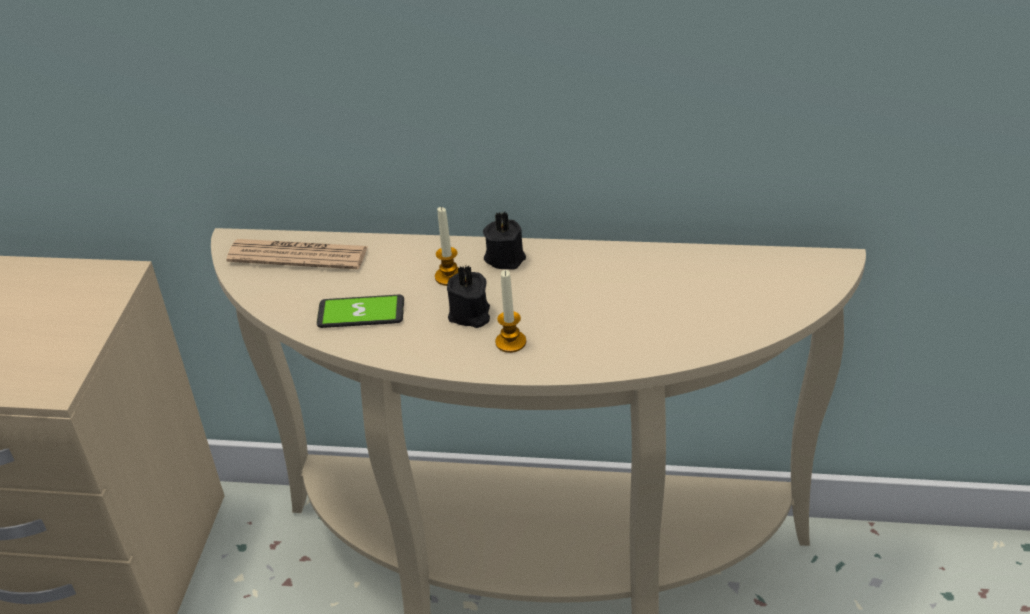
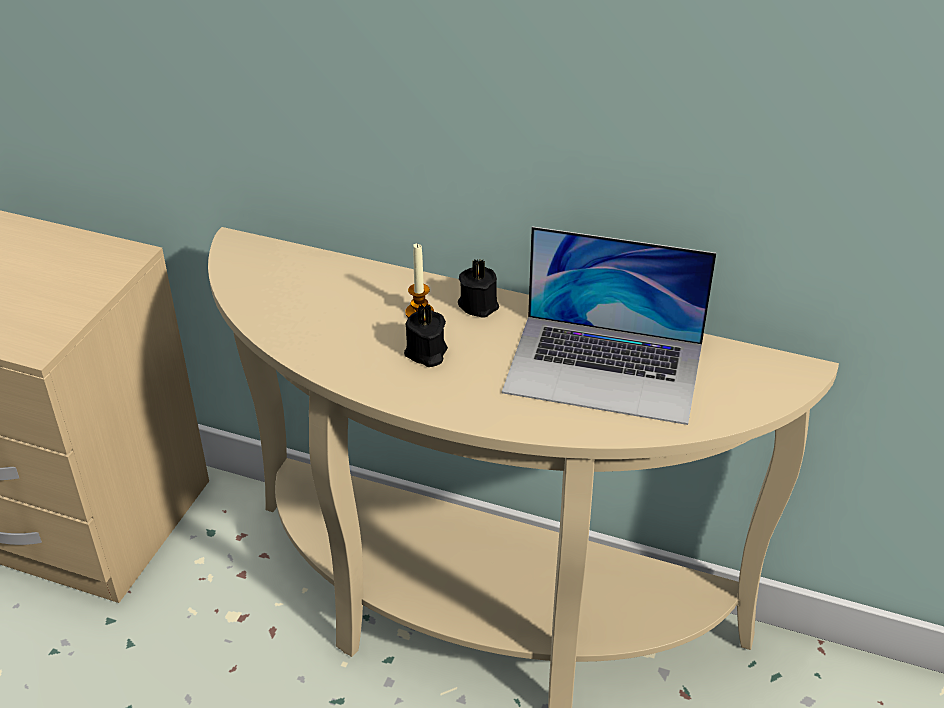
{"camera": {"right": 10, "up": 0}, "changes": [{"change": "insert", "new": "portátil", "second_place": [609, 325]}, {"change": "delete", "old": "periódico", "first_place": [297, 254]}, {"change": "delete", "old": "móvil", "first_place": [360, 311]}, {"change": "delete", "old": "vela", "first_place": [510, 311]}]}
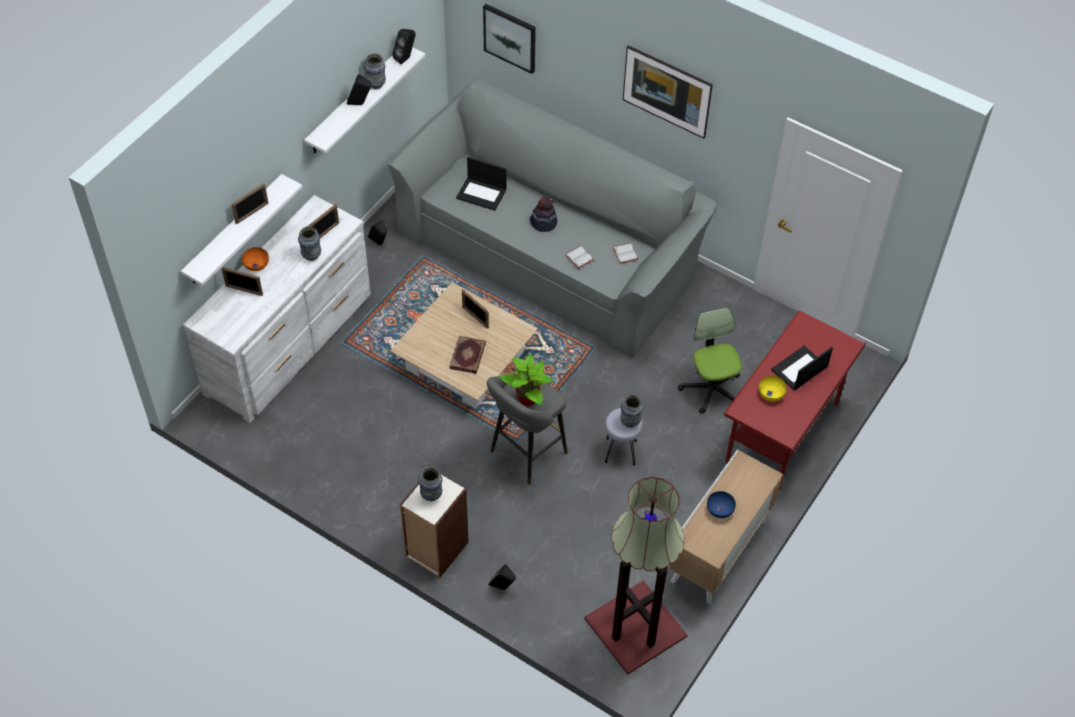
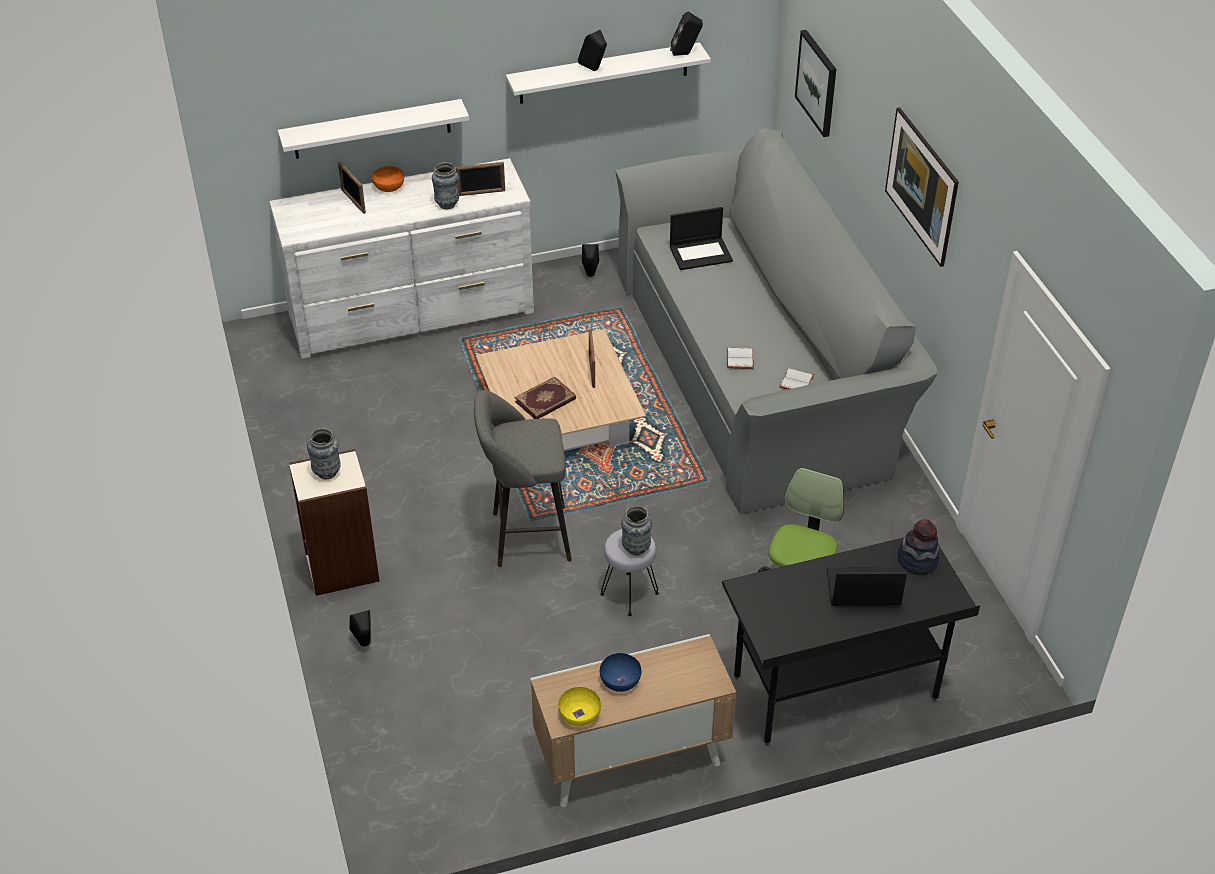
{"camera": {"right": 40, "up": -10}, "changes": [{"change": "move", "old": "cuenco/amarillo", "first_place": [773, 388], "second_place": [579, 706]}, {"change": "rotate", "old": "portátil", "first_place": [481, 184], "second_place": [701, 238], "degrees": -75}, {"change": "recolor", "old": "escritorio/rojo", "new": "escritorio/negro", "first_place": [795, 401], "second_place": [851, 641]}, {"change": "move", "old": "sombrero", "first_place": [543, 214], "second_place": [919, 547]}, {"change": "delete", "old": "portarretratos", "first_place": [249, 203]}, {"change": "delete", "old": "florero", "first_place": [375, 71]}, {"change": "delete", "old": "planta en maceta", "first_place": [526, 380]}, {"change": "delete", "old": "lámpara de pie", "first_place": [635, 576]}]}
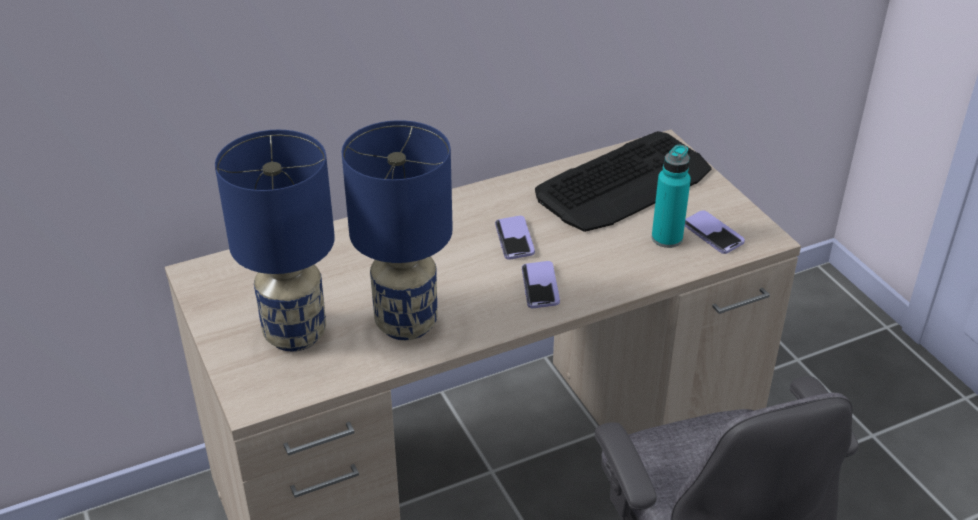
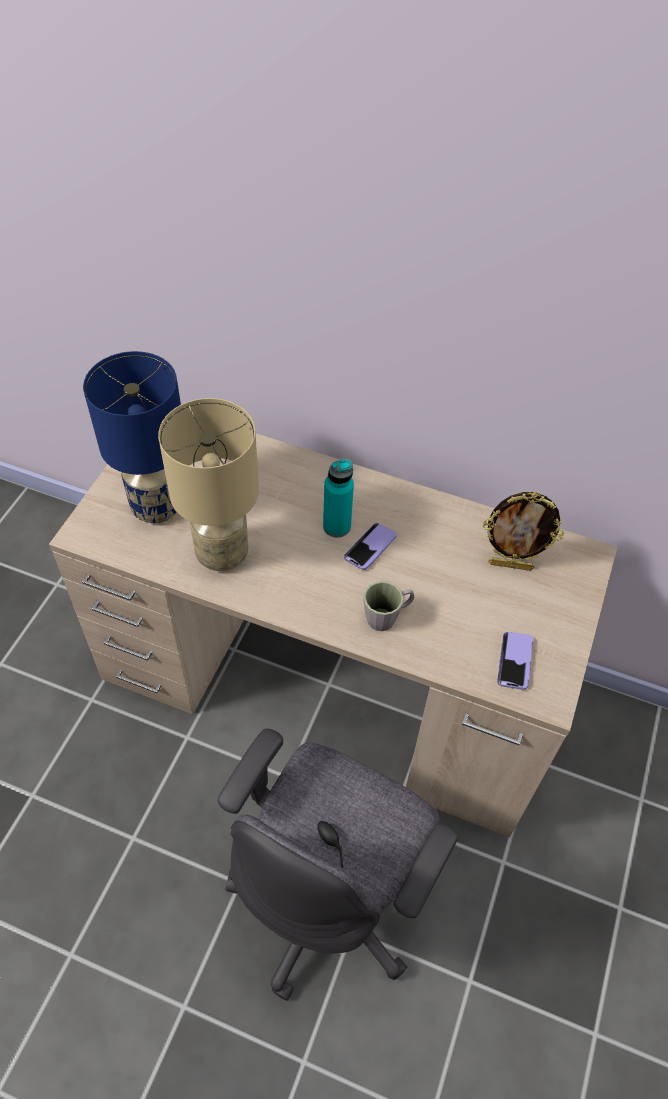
{"camera": {"right": 45, "up": 15}, "changes": [{"change": "recolor", "old": "lámpara de mesa/azul", "new": "lámpara de mesa/beis", "first_place": [397, 230], "second_place": [208, 484]}, {"change": "move", "old": "botella/turquesa", "first_place": [671, 196], "second_place": [338, 498]}, {"change": "insert", "new": "taza grande/gris", "second_place": [388, 606]}, {"change": "replace", "old": "teclado", "new": "portarretratos", "first_place": [623, 181], "second_place": [523, 531]}, {"change": "delete", "old": "móvil", "first_place": [541, 284]}]}
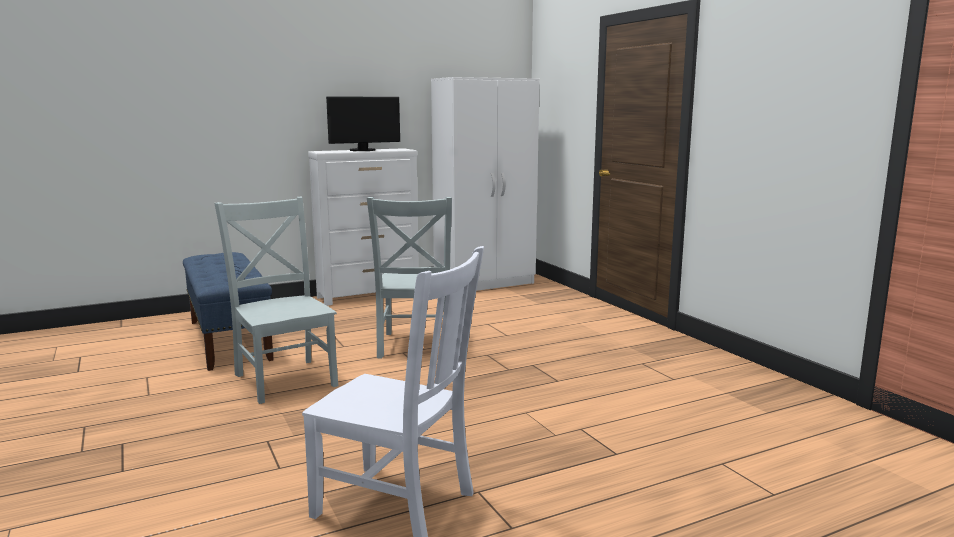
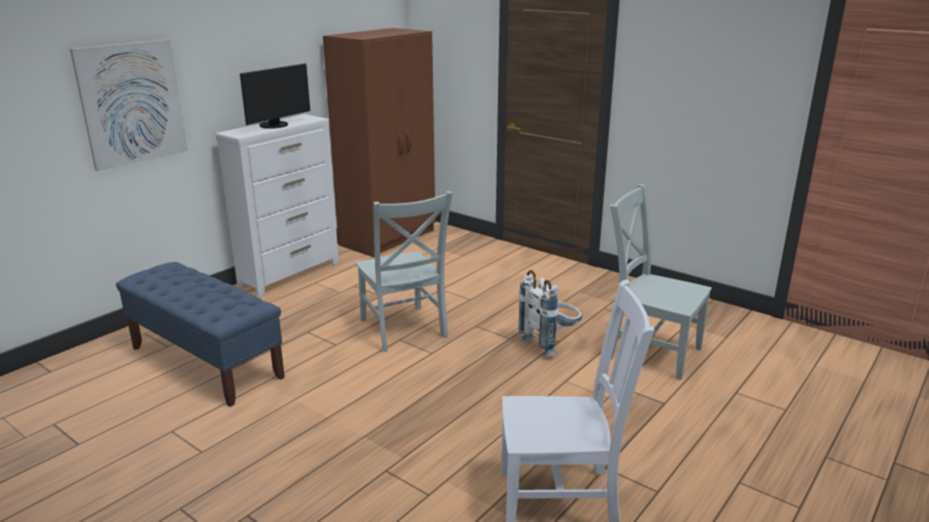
{"camera": {"right": -25, "up": 10}, "changes": [{"change": "insert", "new": "cuadro", "second_place": [129, 105]}, {"change": "recolor", "old": "armario ropero/blanco", "new": "armario ropero/marrón", "first_place": [485, 184], "second_place": [379, 142]}, {"change": "insert", "new": "mochila/blanco", "second_place": [550, 313]}, {"change": "move", "old": "silla/gris", "first_place": [276, 300], "second_place": [661, 282]}]}
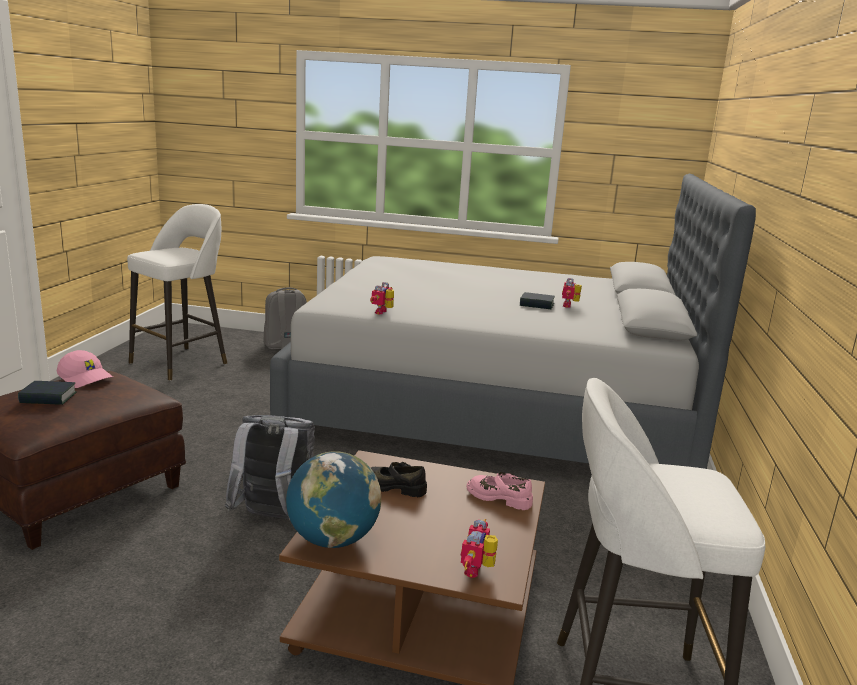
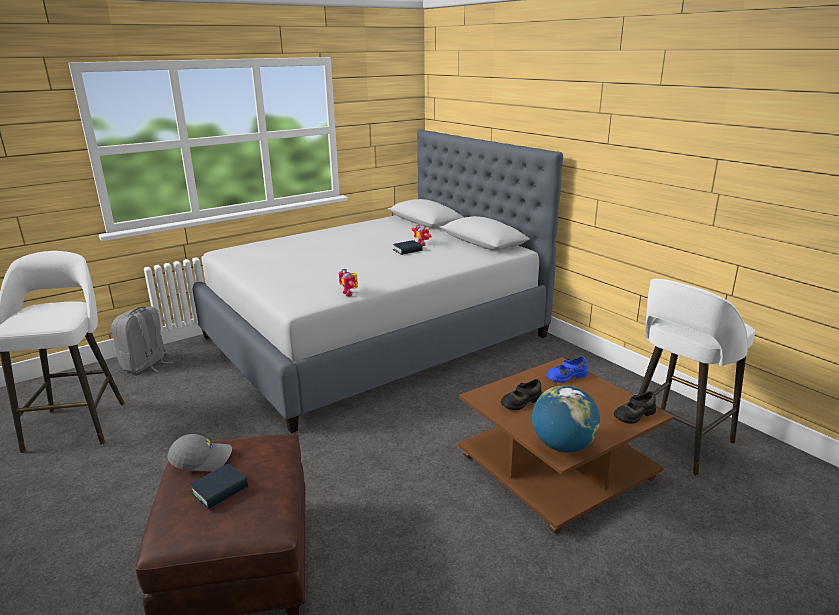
{"camera": {"right": -45, "up": 5}, "changes": [{"change": "recolor", "old": "gorra/rosa", "new": "gorra/gris", "first_place": [85, 369], "second_place": [200, 453]}, {"change": "recolor", "old": "zapato/rosa", "new": "zapato/azul", "first_place": [500, 491], "second_place": [567, 370]}, {"change": "replace", "old": "robot de juguete", "new": "zapato/negro", "first_place": [479, 548], "second_place": [635, 407]}, {"change": "delete", "old": "mochila/gris", "first_place": [269, 467]}]}
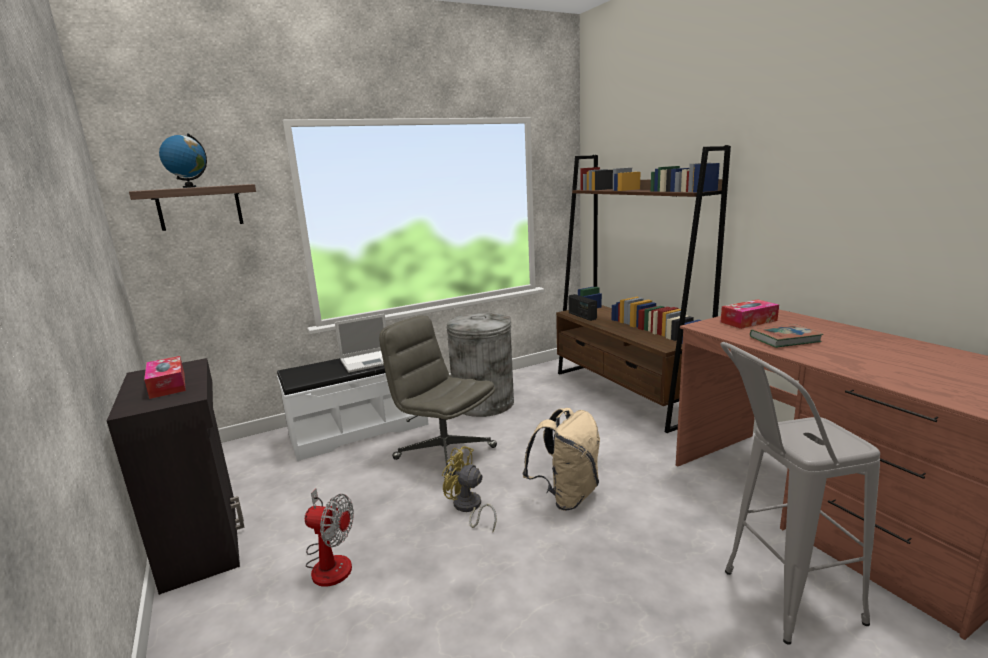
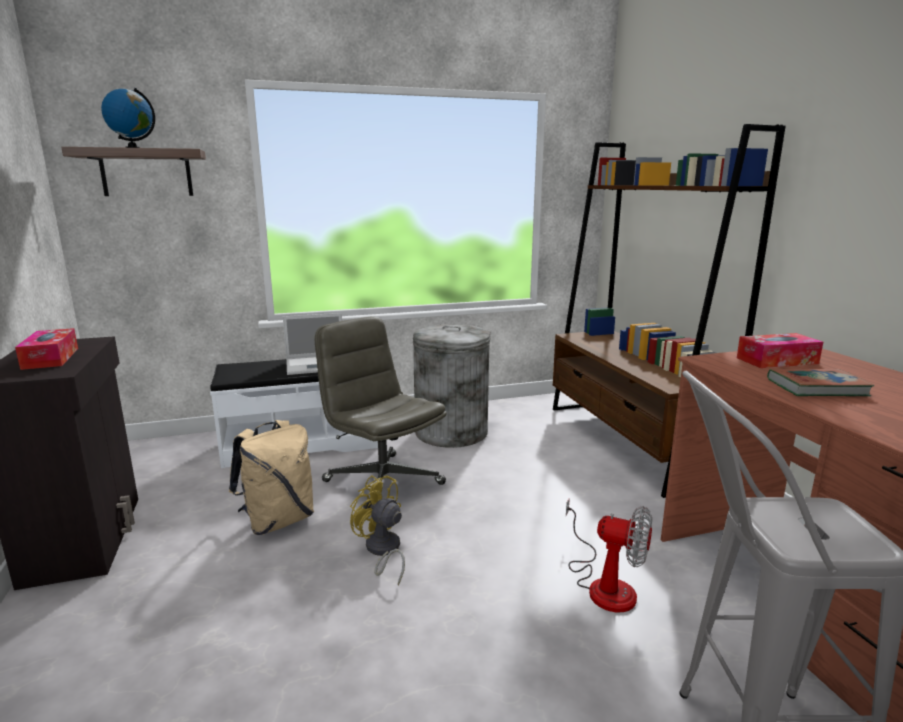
{"camera": {"right": 10, "up": 0}, "changes": [{"change": "move", "old": "mochila/beis", "first_place": [561, 459], "second_place": [271, 477]}, {"change": "move", "old": "ventilador", "first_place": [329, 538], "second_place": [609, 555]}, {"change": "delete", "old": "radio", "first_place": [583, 307]}]}
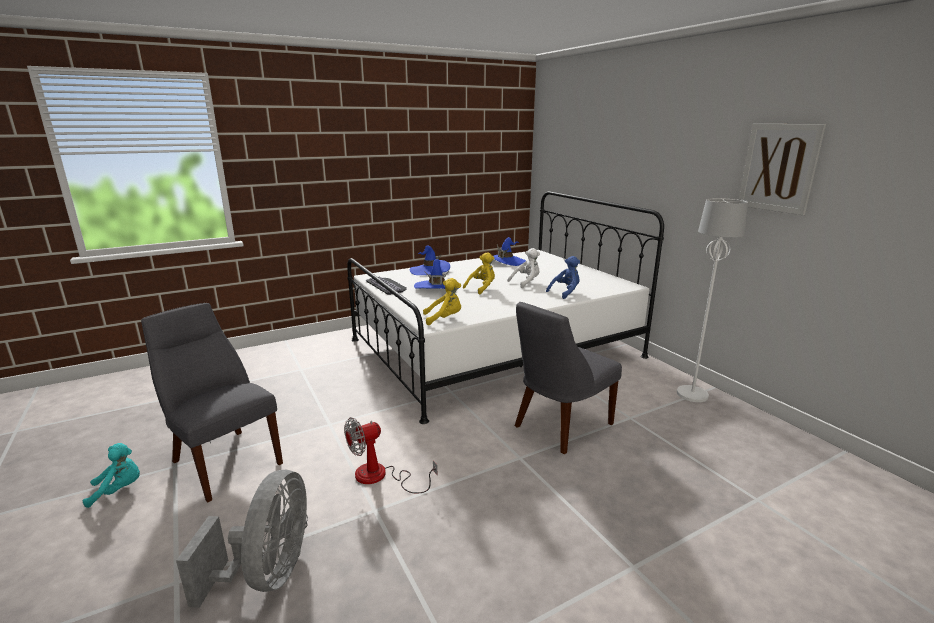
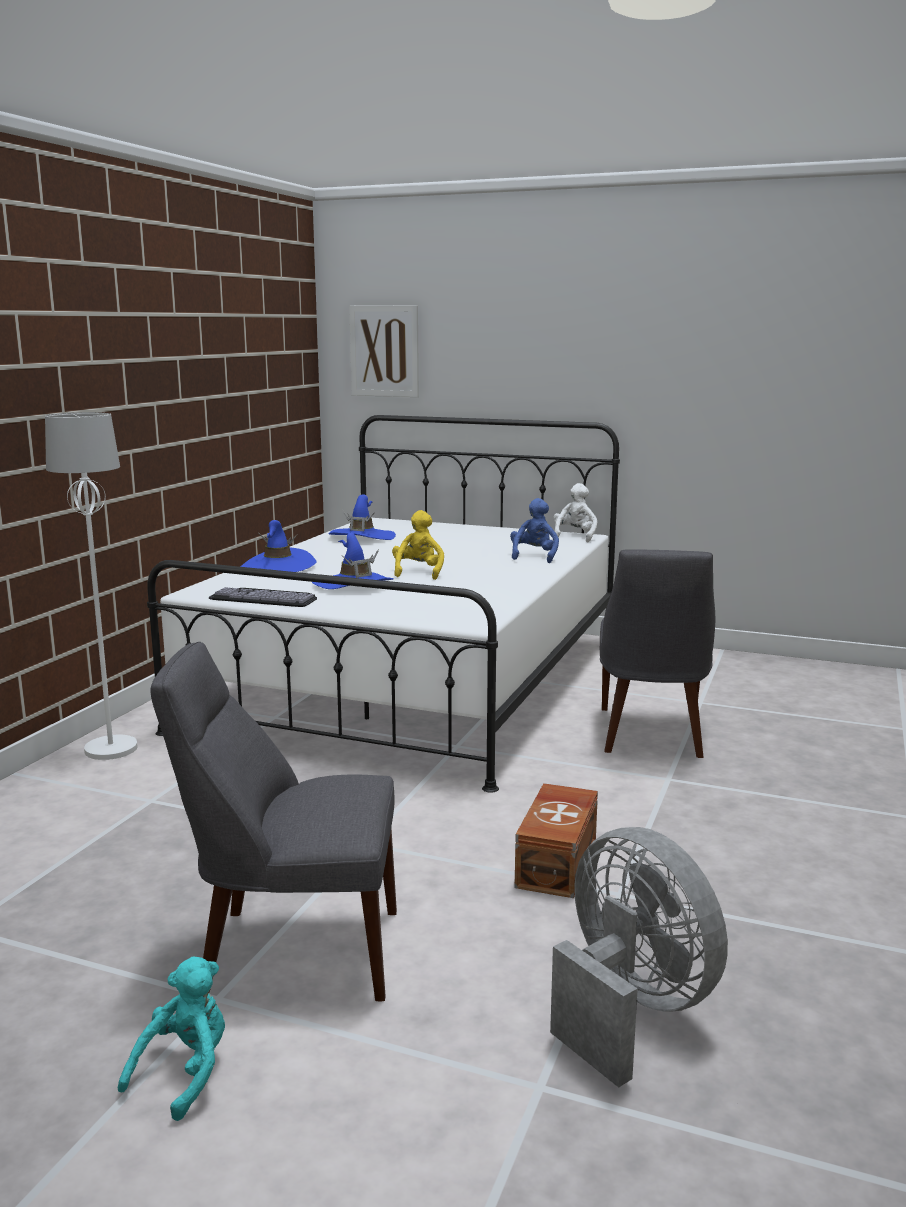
{"camera": {"right": -40, "up": -5}, "changes": [{"change": "move", "old": "lámpara de pie/blanco", "first_place": [712, 300], "second_place": [91, 586]}, {"change": "move", "old": "cuadro", "first_place": [782, 169], "second_place": [384, 351]}, {"change": "replace", "old": "ventilador", "new": "caja de almacenaje/marrón", "first_place": [390, 455], "second_place": [556, 840]}, {"change": "move", "old": "peluche/blanco", "first_place": [524, 268], "second_place": [575, 512]}, {"change": "delete", "old": "peluche/amarillo", "first_place": [442, 301]}]}
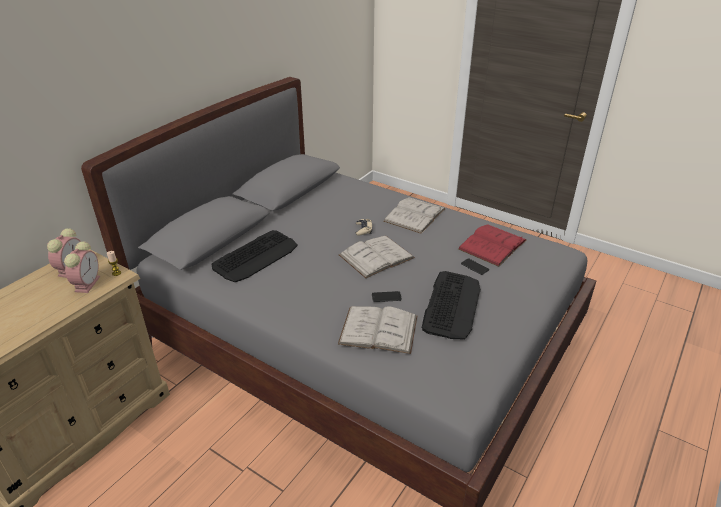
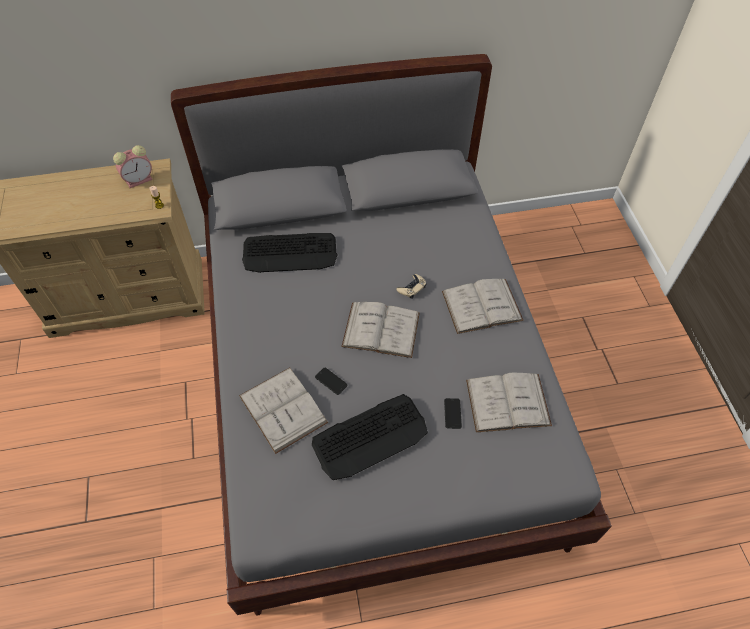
{"camera": {"right": 45, "up": 20}, "changes": [{"change": "recolor", "old": "libro/rojo", "new": "libro/blanco", "first_place": [492, 245], "second_place": [509, 403]}, {"change": "delete", "old": "despertador", "first_place": [82, 267]}]}
